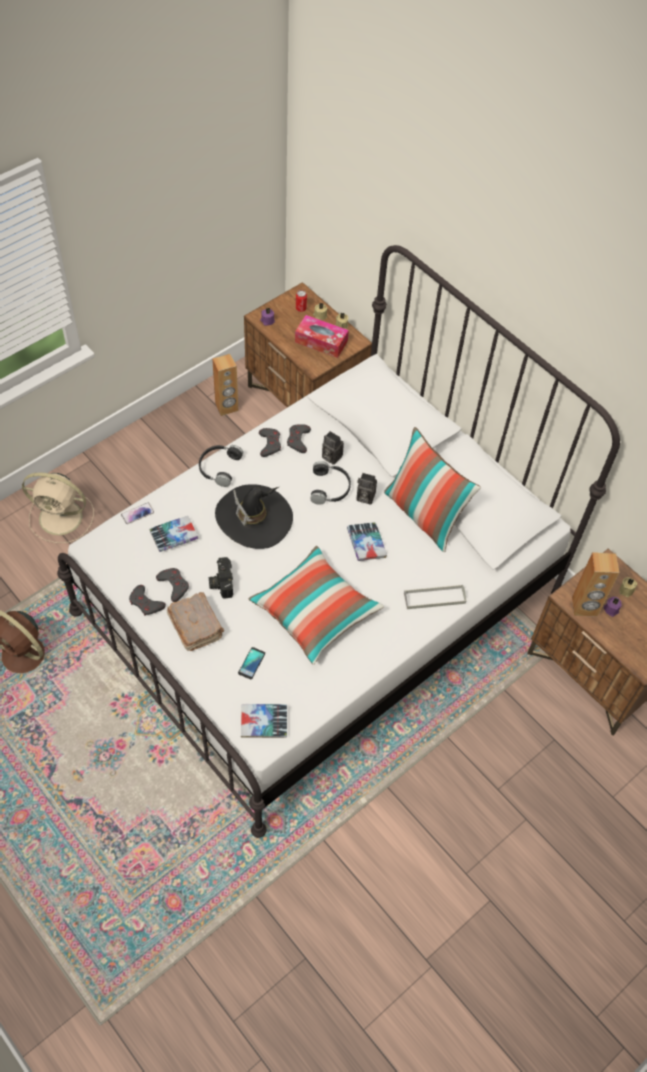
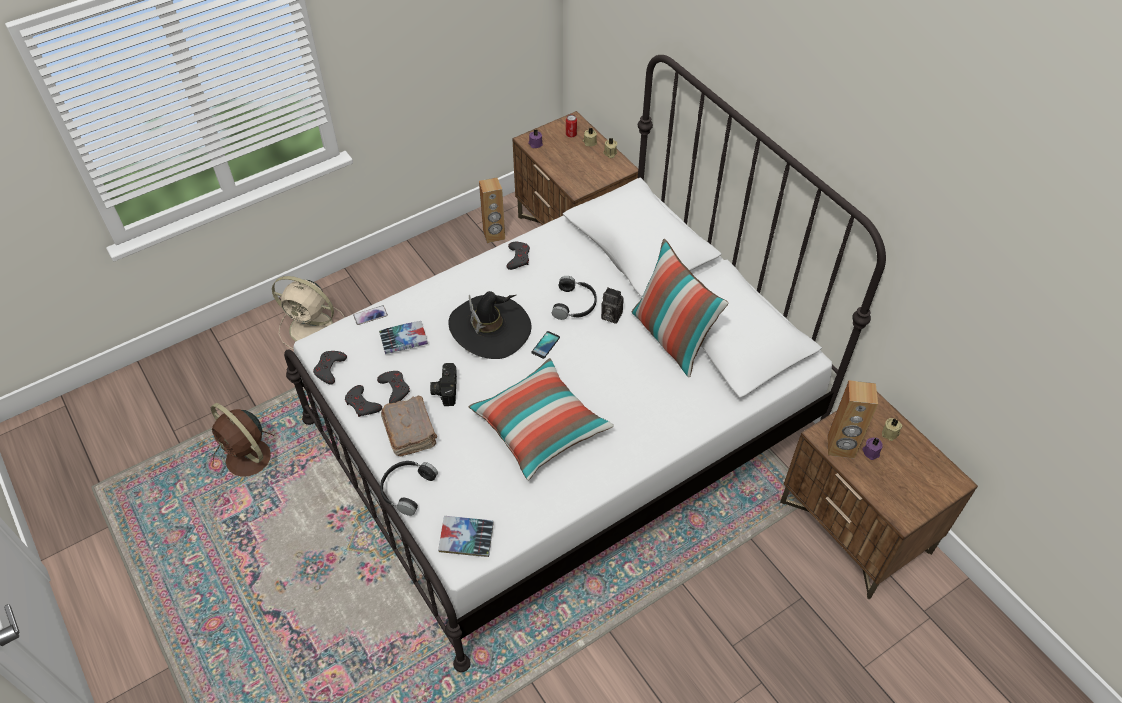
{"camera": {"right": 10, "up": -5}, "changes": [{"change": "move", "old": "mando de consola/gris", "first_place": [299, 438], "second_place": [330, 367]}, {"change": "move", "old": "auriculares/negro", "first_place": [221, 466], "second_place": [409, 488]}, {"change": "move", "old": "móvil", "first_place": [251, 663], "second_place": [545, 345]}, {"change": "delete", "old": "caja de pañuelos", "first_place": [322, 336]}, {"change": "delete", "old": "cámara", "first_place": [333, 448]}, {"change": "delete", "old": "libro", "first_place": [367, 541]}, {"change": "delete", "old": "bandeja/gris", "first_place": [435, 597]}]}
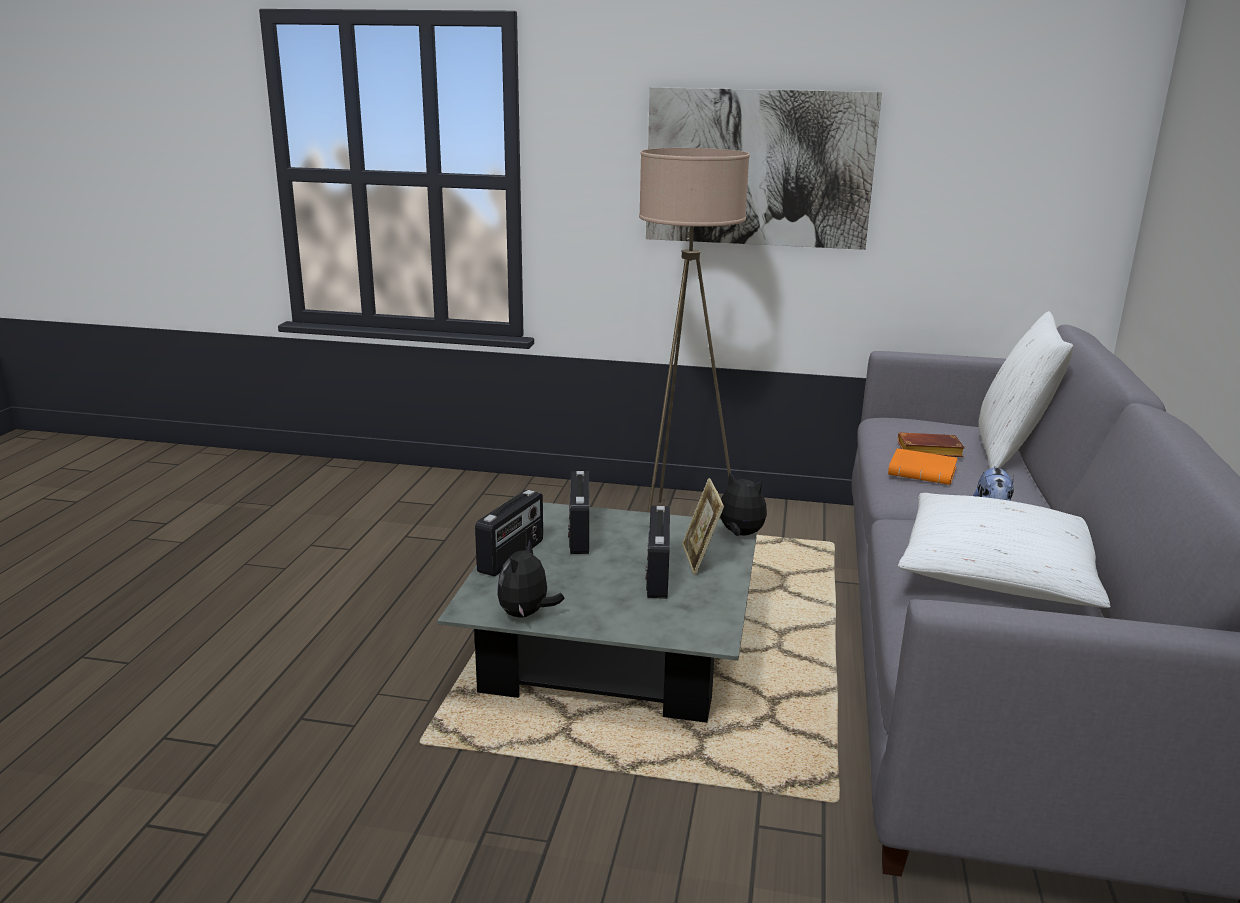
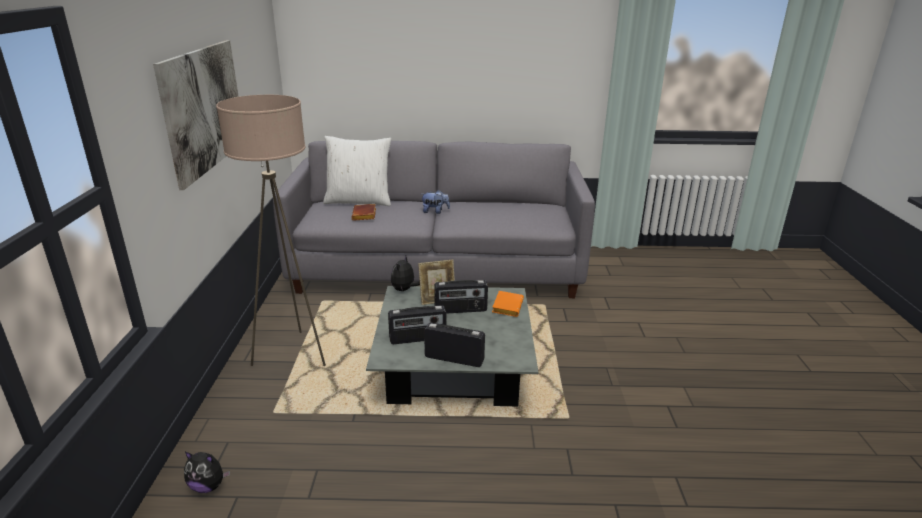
{"camera": {"right": -100, "up": 5}, "changes": [{"change": "move", "old": "peluche", "first_place": [531, 578], "second_place": [207, 472]}, {"change": "move", "old": "libro/naranja", "first_place": [923, 466], "second_place": [508, 304]}, {"change": "delete", "old": "cojín/blanco", "first_place": [1004, 550]}]}
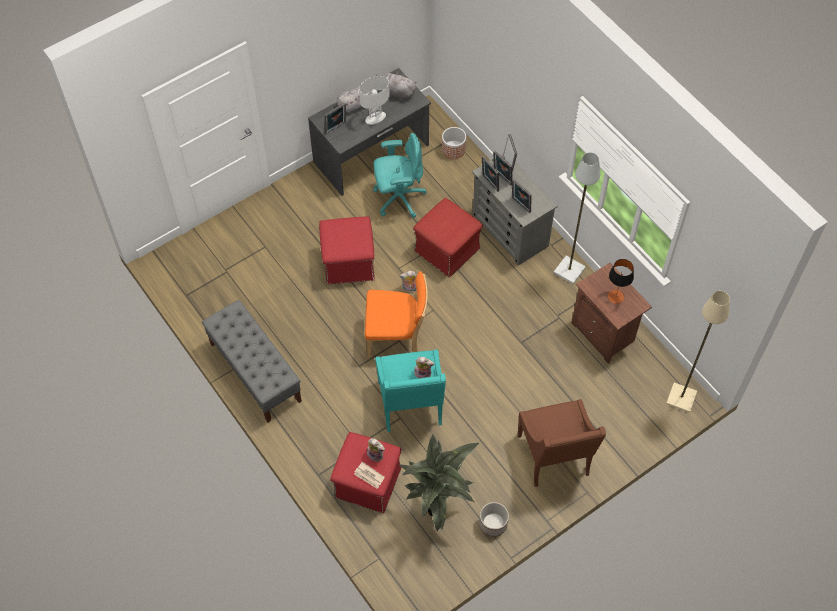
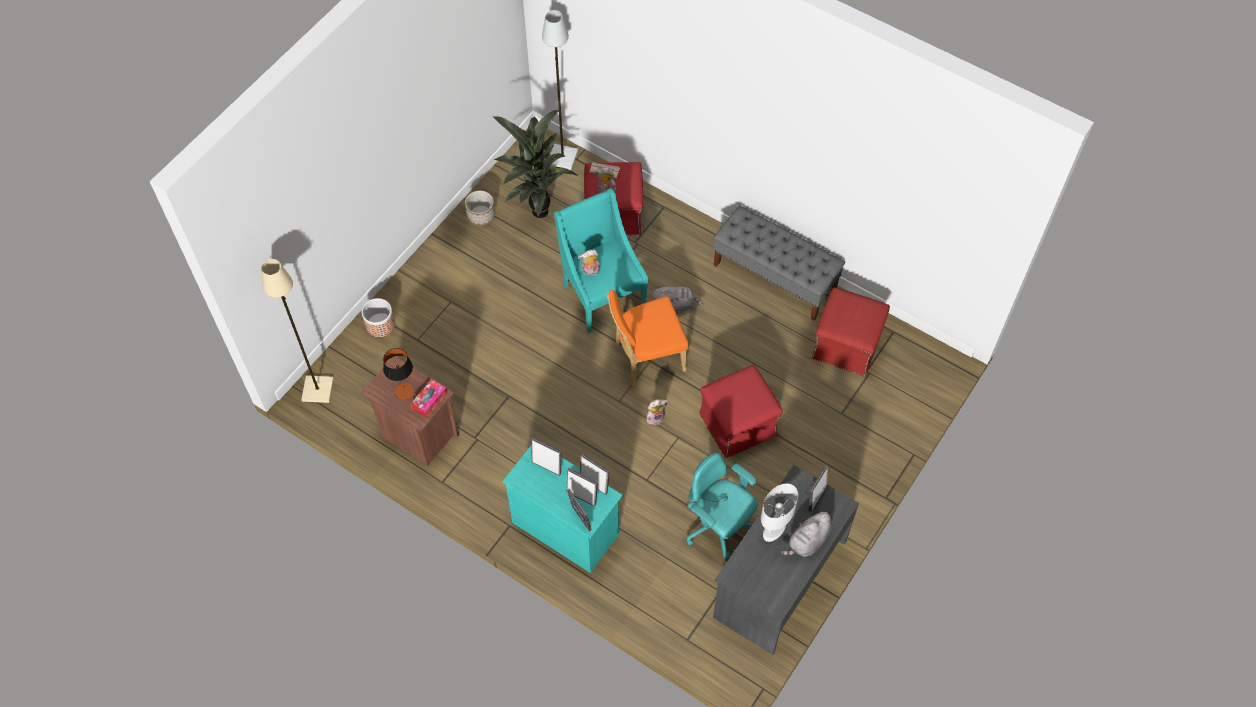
{"camera": {"right": 160, "up": 0}, "changes": [{"change": "move", "old": "maceta", "first_place": [454, 143], "second_place": [378, 317]}, {"change": "insert", "new": "caja de pañuelos", "second_place": [429, 398]}, {"change": "recolor", "old": "cómoda/gris", "new": "cómoda/turquesa", "first_place": [515, 209], "second_place": [562, 509]}, {"change": "move", "old": "lámpara de pie/gris", "first_place": [577, 218], "second_place": [560, 90]}, {"change": "move", "old": "peluche/gris", "first_place": [396, 86], "second_place": [677, 298]}, {"change": "rotate", "old": "silla de oficina/turquesa", "first_place": [400, 175], "second_place": [722, 506], "degrees": 75}, {"change": "move", "old": "puf/rojo", "first_place": [448, 238], "second_place": [851, 332]}, {"change": "delete", "old": "sillón/marrón", "first_place": [561, 443]}]}
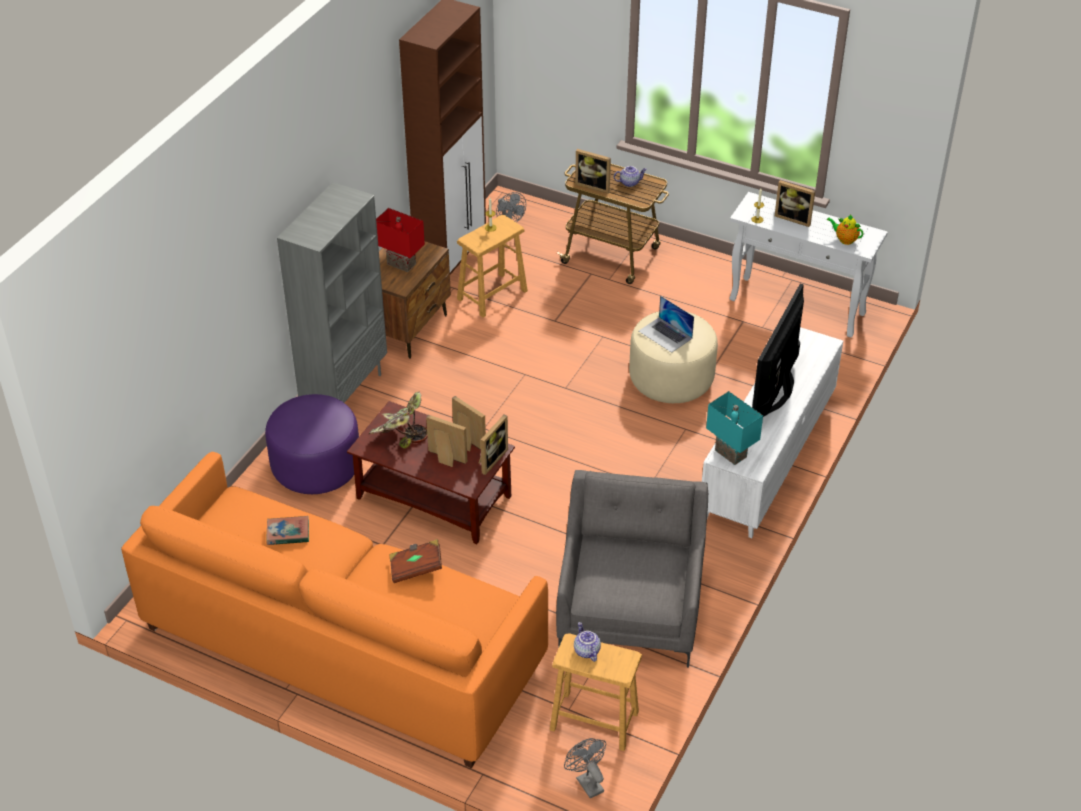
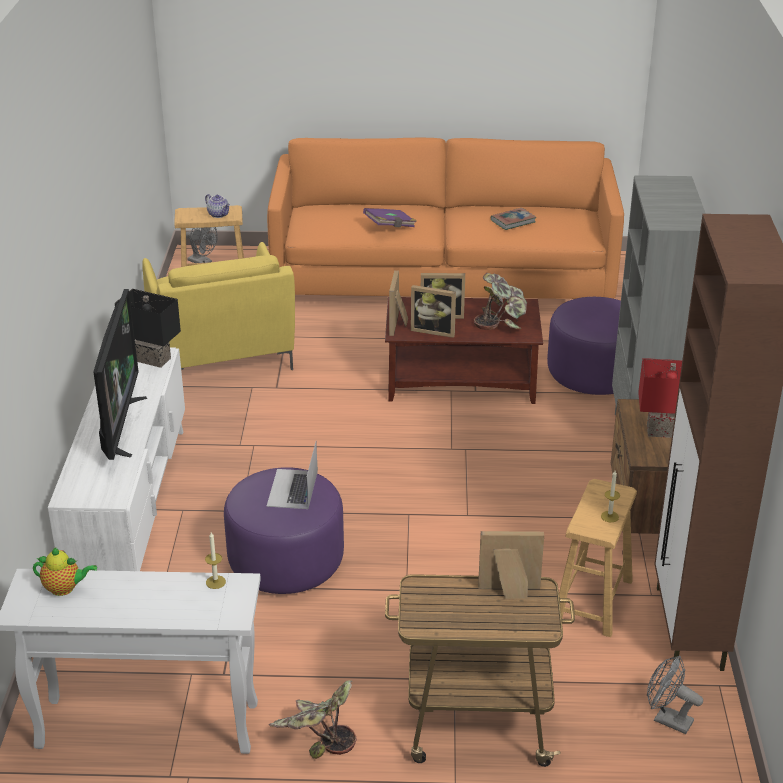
{"camera": {"right": 155, "up": -10}, "changes": [{"change": "recolor", "old": "lámpara de mesa/turquesa", "new": "lámpara de mesa/negro", "first_place": [734, 428], "second_place": [148, 328]}, {"change": "recolor", "old": "sillón/gris", "new": "sillón/amarillo", "first_place": [632, 568], "second_place": [218, 306]}, {"change": "recolor", "old": "puf/beis", "new": "puf/morado", "first_place": [673, 357], "second_place": [284, 530]}, {"change": "rotate", "old": "portátil", "first_place": [666, 324], "second_place": [292, 475], "degrees": -105}, {"change": "insert", "new": "planta en maceta", "second_place": [313, 719]}, {"change": "recolor", "old": "libro/marrón", "new": "libro/morado", "first_place": [415, 561], "second_place": [390, 217]}, {"change": "delete", "old": "tetera", "first_place": [630, 176]}, {"change": "delete", "old": "portarretratos", "first_place": [795, 203]}]}
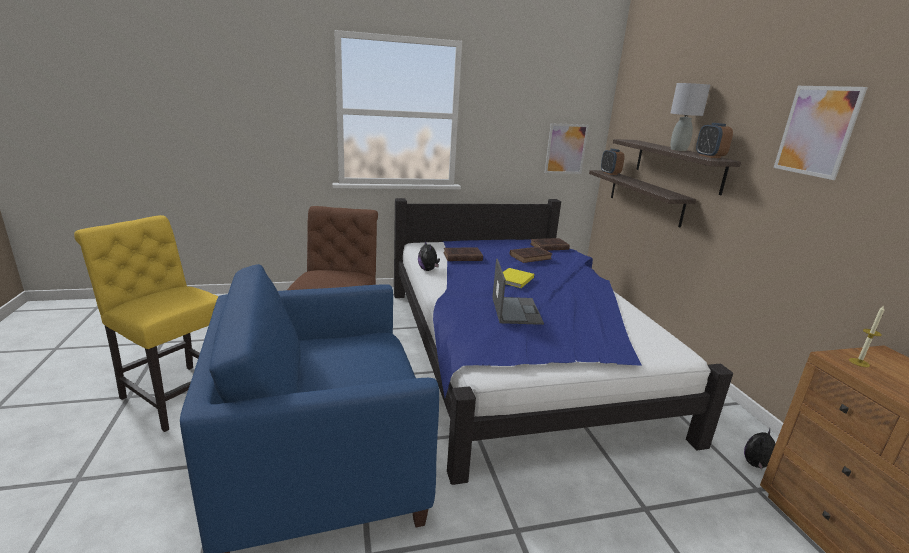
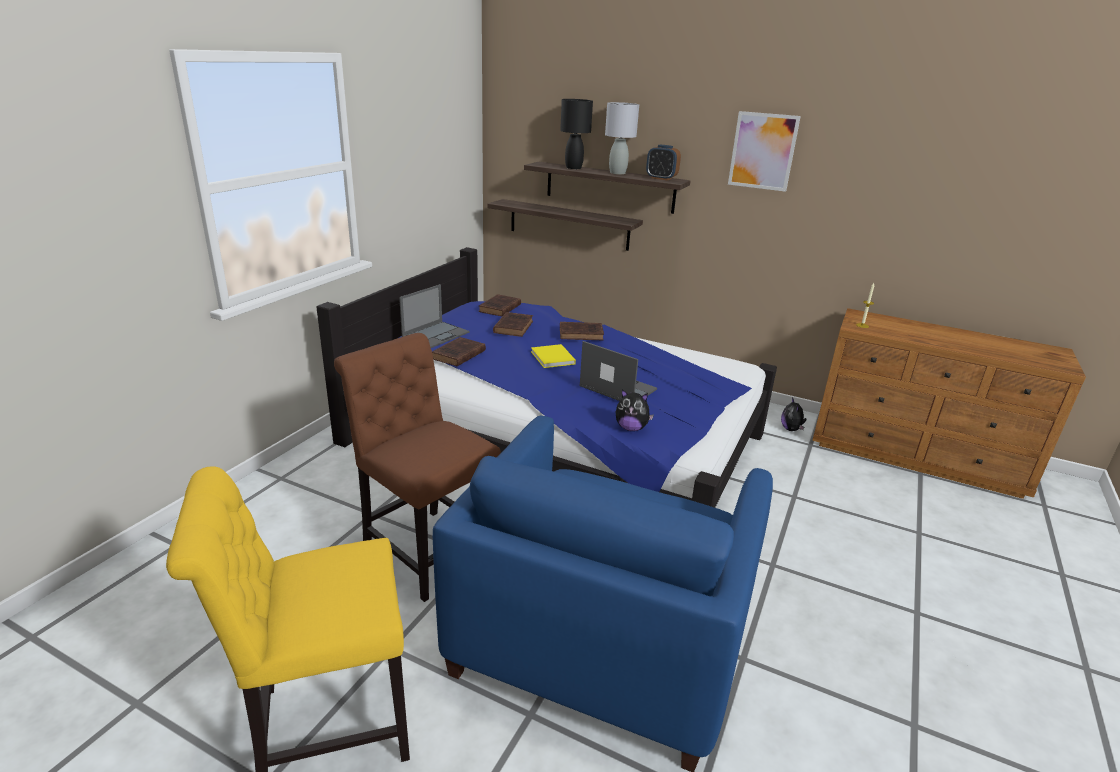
{"camera": {"right": -50, "up": 5}, "changes": [{"change": "insert", "new": "portátil", "second_place": [434, 316]}, {"change": "insert", "new": "lámpara de mesa/negro", "second_place": [576, 134]}, {"change": "insert", "new": "libro/marrón", "second_place": [582, 331]}, {"change": "move", "old": "peluche", "first_place": [429, 256], "second_place": [635, 410]}, {"change": "delete", "old": "cuadro", "first_place": [567, 148]}, {"change": "delete", "old": "despertador", "first_place": [613, 162]}]}
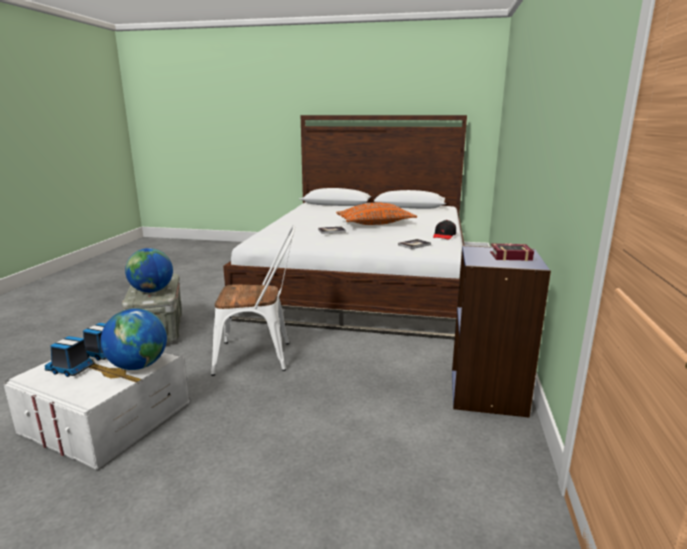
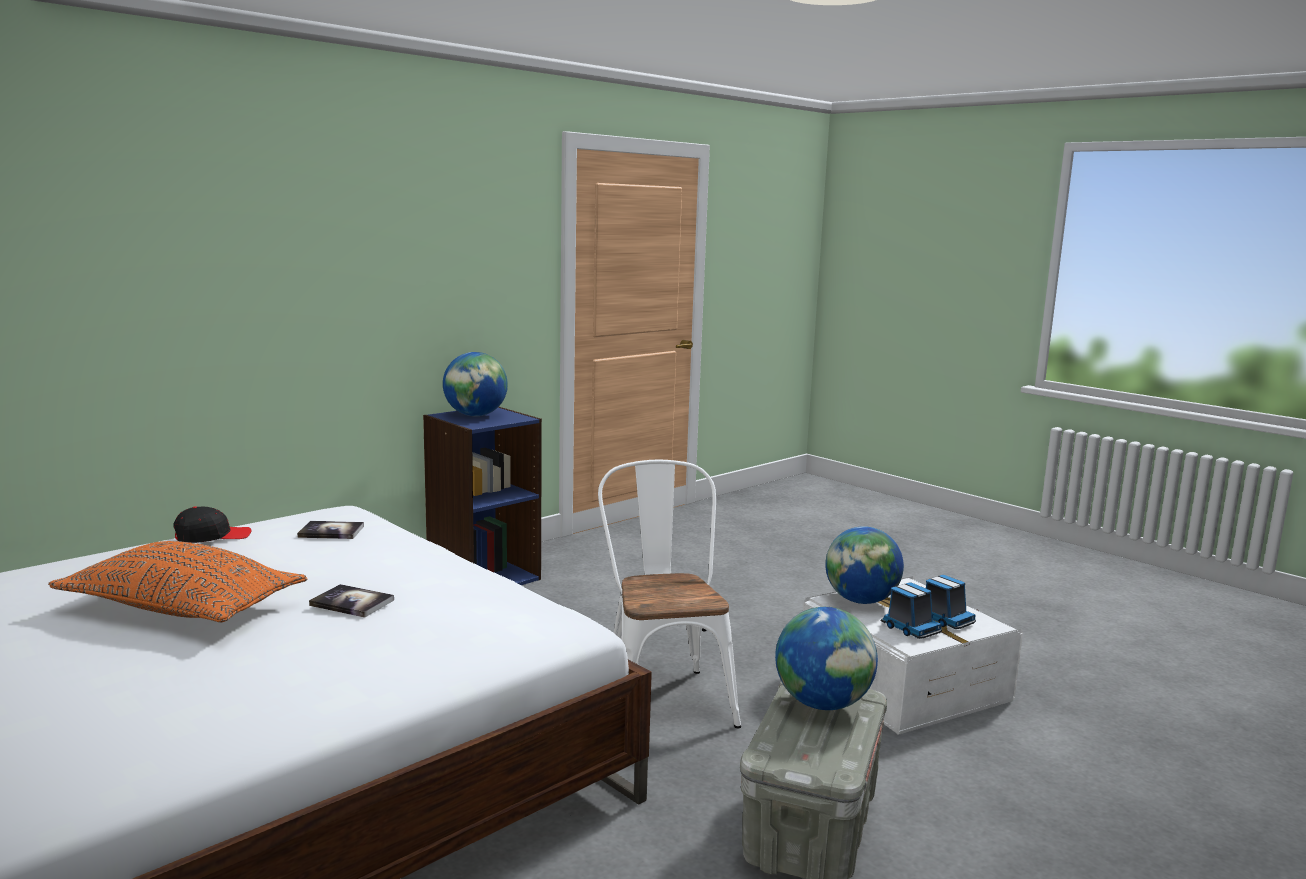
{"camera": {"right": -145, "up": -5}, "changes": [{"change": "replace", "old": "libro", "new": "globo terráqueo", "first_place": [512, 252], "second_place": [475, 384]}, {"change": "rotate", "old": "silla/blanco", "first_place": [253, 301], "second_place": [669, 594], "degrees": 45}]}
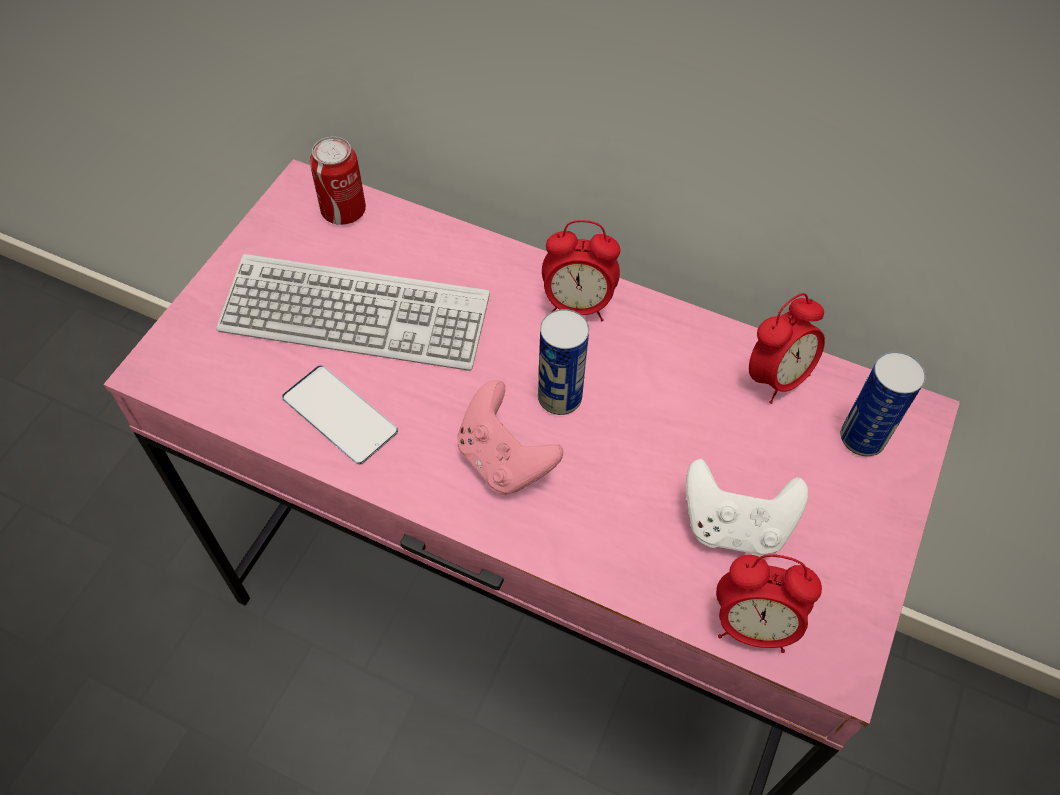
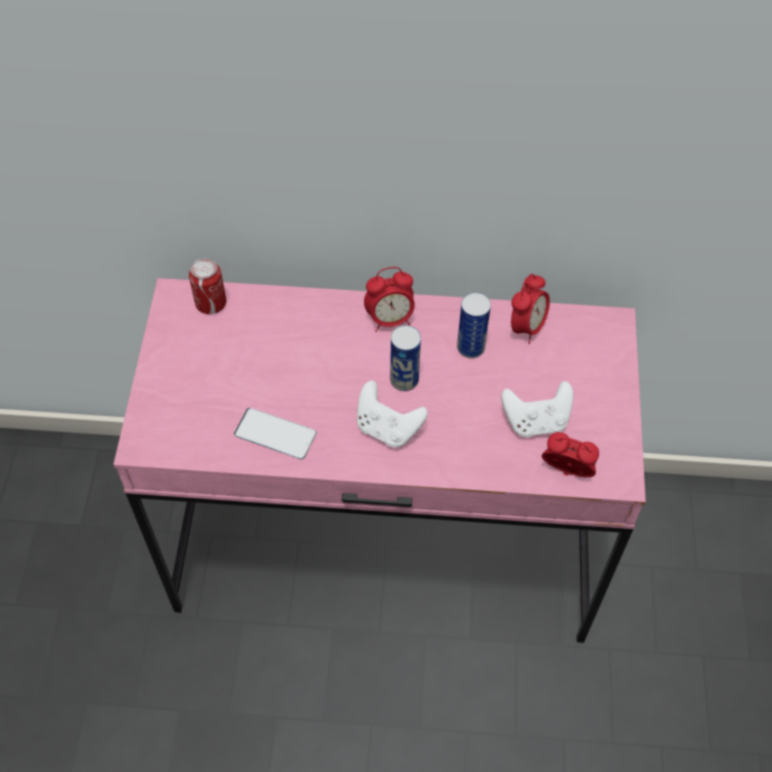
{"camera": {"right": -20, "up": 0}, "changes": [{"change": "recolor", "old": "mando de consola/rosa", "new": "mando de consola/blanco", "first_place": [510, 437], "second_place": [392, 414]}, {"change": "move", "old": "lata", "first_place": [883, 404], "second_place": [474, 325]}, {"change": "rotate", "old": "despertador", "first_place": [769, 603], "second_place": [570, 454], "degrees": -150}, {"change": "delete", "old": "teclado", "first_place": [353, 312]}]}
